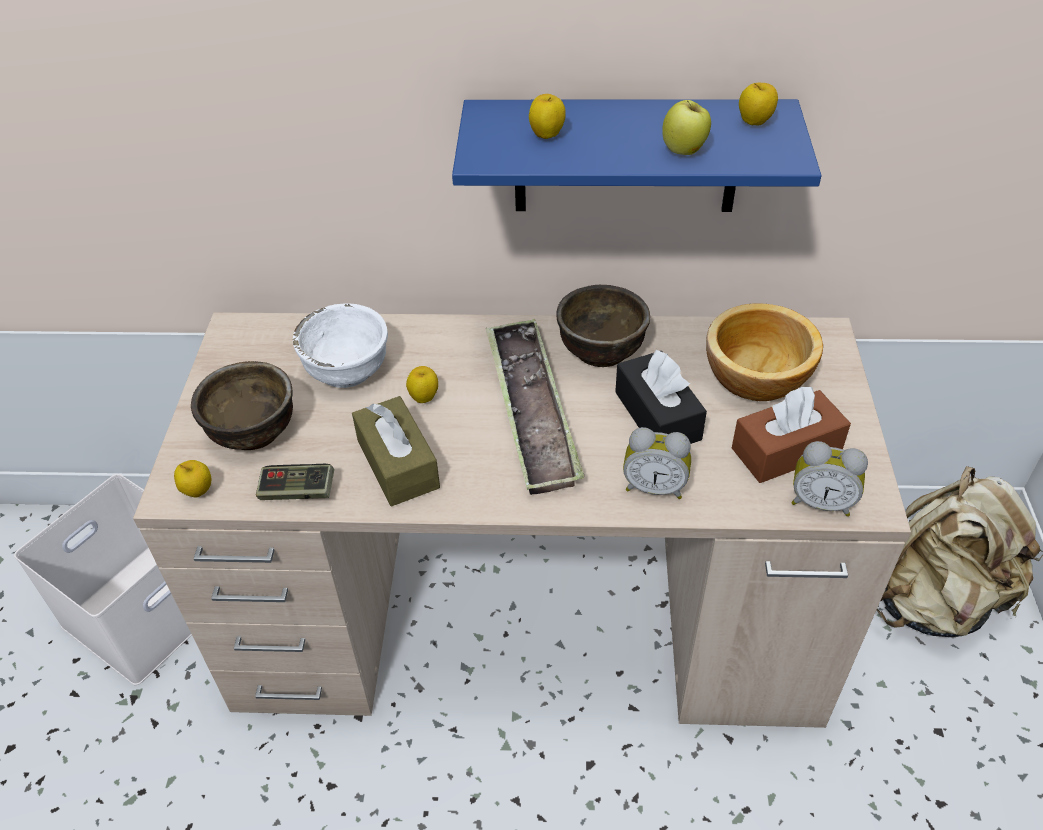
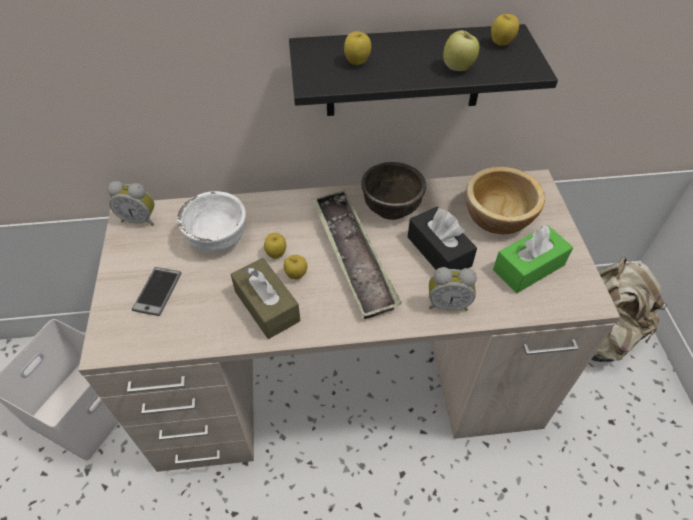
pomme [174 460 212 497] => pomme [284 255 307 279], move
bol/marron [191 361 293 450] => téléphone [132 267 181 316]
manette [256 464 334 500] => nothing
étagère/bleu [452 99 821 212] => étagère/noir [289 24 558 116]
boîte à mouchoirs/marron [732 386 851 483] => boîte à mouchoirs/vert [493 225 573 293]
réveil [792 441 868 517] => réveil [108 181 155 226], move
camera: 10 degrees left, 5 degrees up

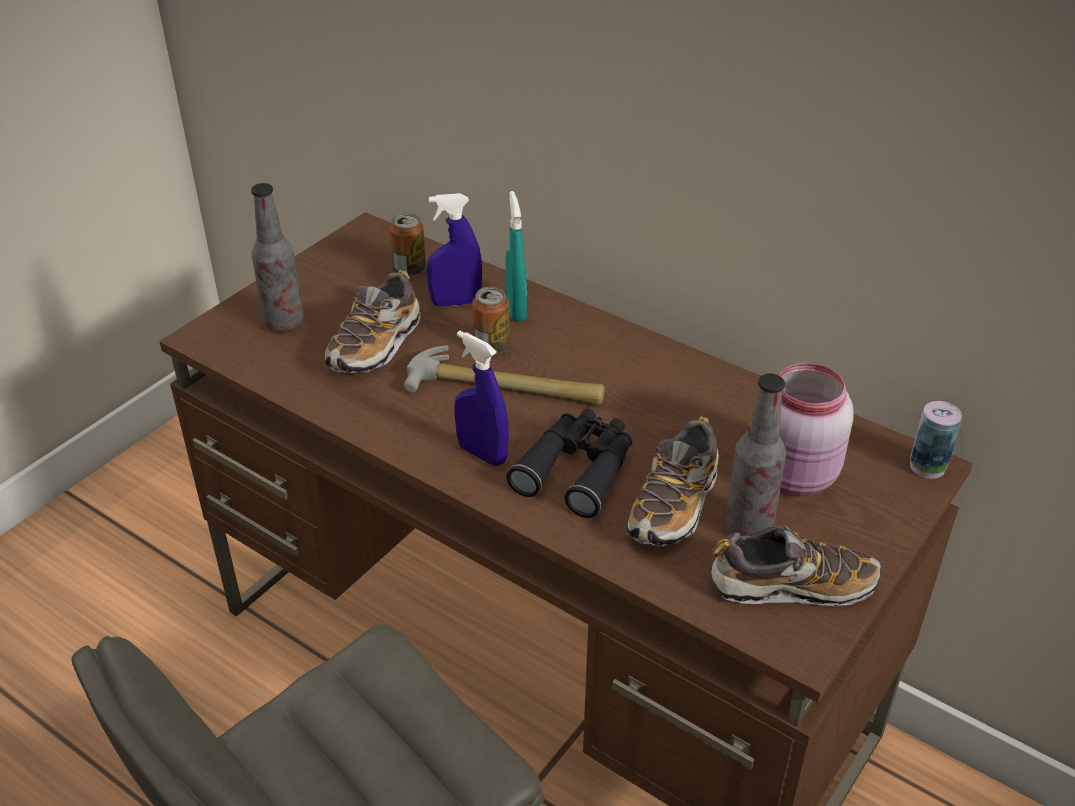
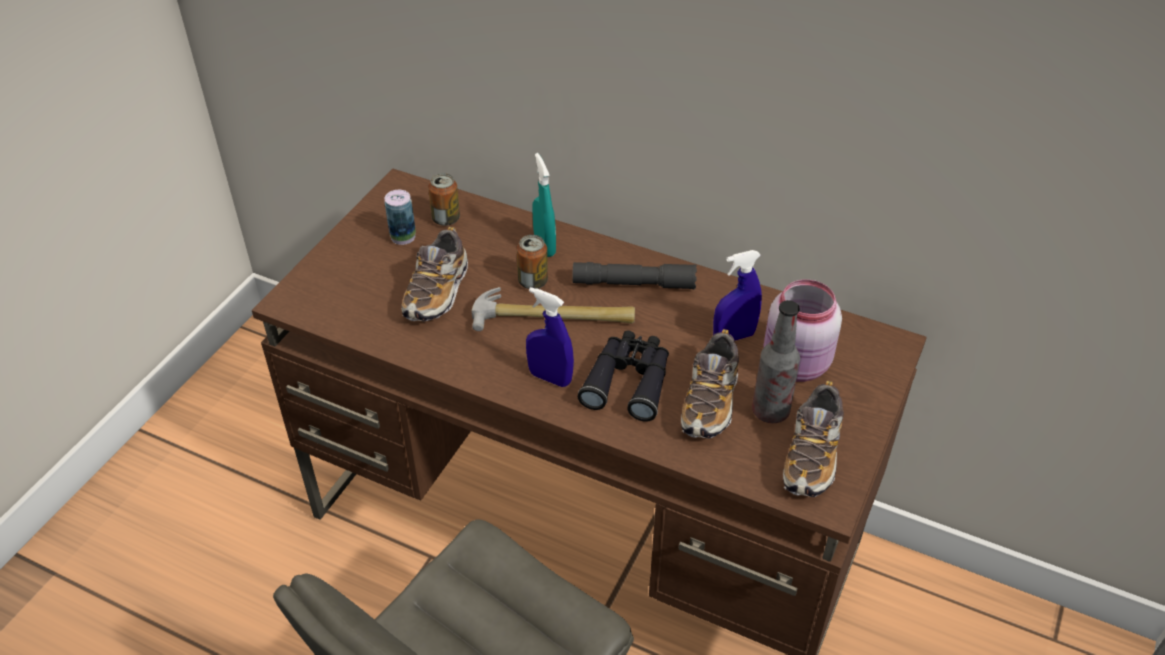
bouteille [251 183 304 332] => nothing
vaporisateur/bleu [426 193 482 307] => vaporisateur/bleu [713 250 762 341], move
chaussure [711 526 881 606] => chaussure [783 381 844 497], 120 degrees clockwise
boîte métallique [910 401 962 479] => boîte métallique [384 190 416 245], move
nothing => lampe de poche/gris [572 262 697 290]
camera: 10 degrees left, 5 degrees up

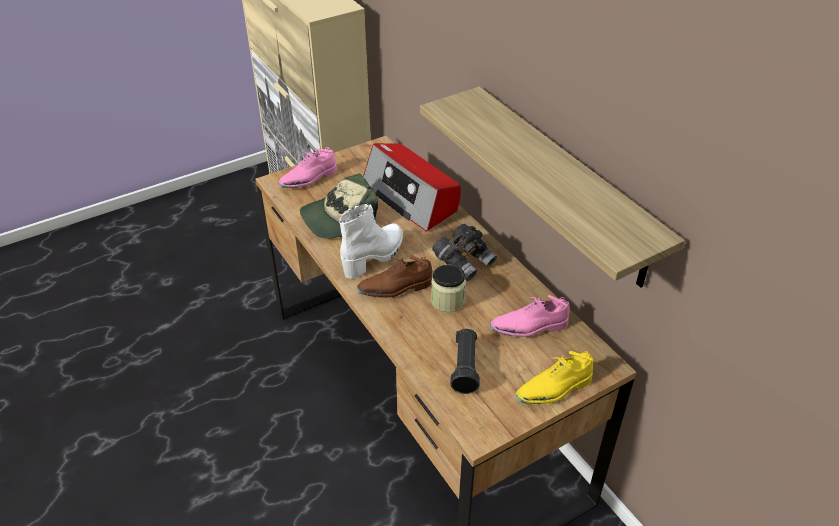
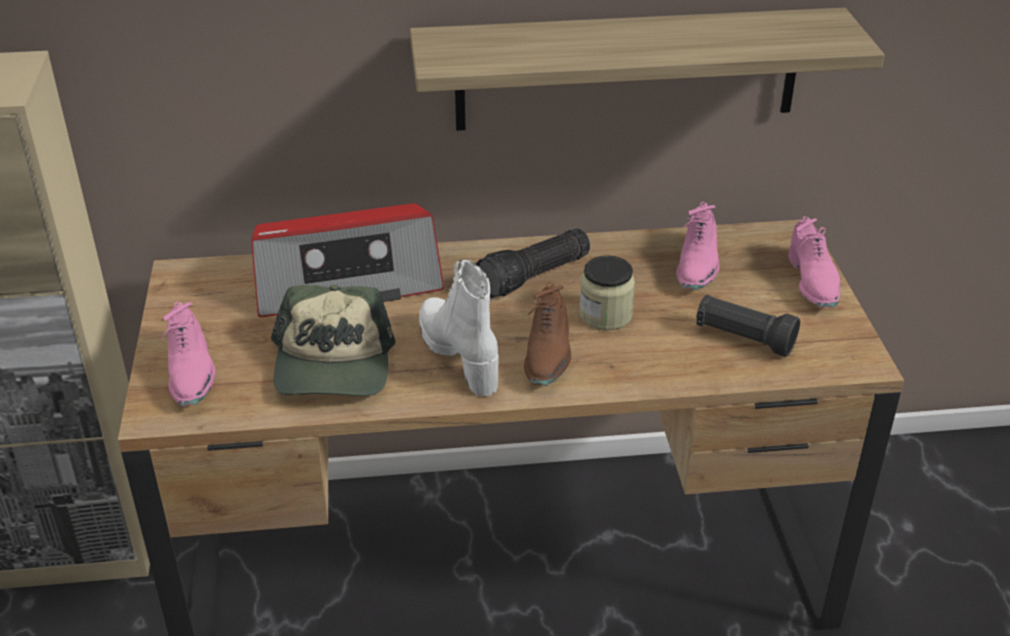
jumelles/gris [432 224 497 281] => lampe de poche [475 229 590 299]
chaussure/jaune [515 351 593 404] => chaussure/rose [788 216 840 308]
camera: 65 degrees left, 5 degrees down

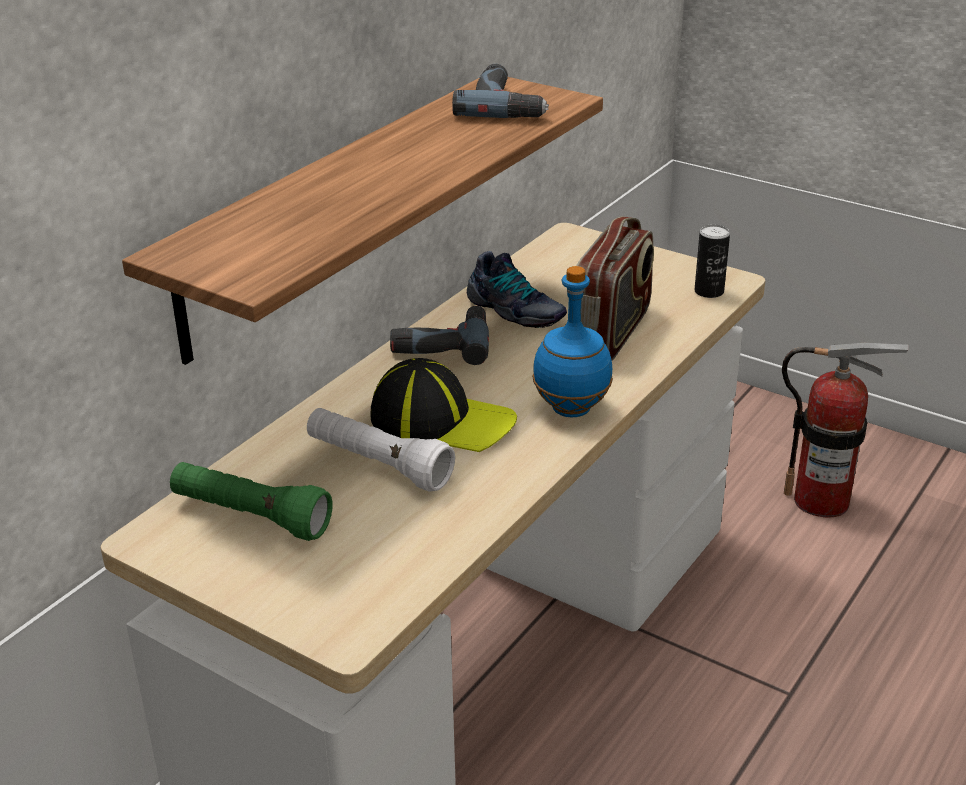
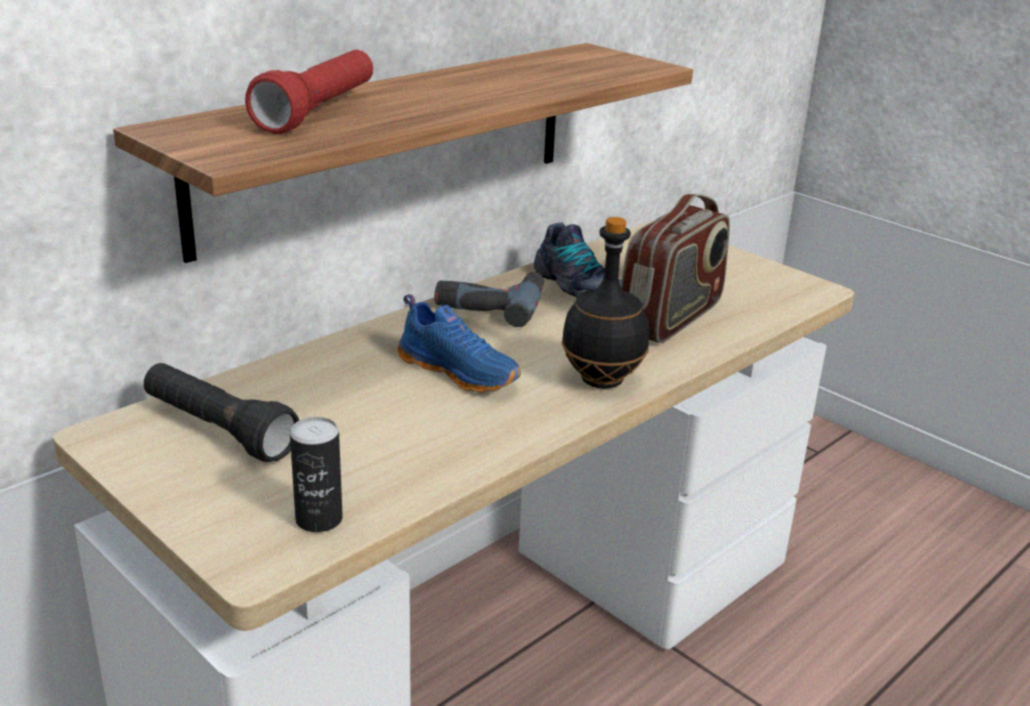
lampe de poche/vert [170 462 333 541] => lampe de poche/noir [144 363 299 462]
lampe de poche/blanc [307 408 455 492] => nothing
casquette [370 358 517 452] => chaussure/bleu [397 294 521 393]
perceuse [452 64 549 118] => nothing
bouteille/bleu [532 266 613 417] => bouteille/noir [561 217 649 389]
boîte métallique [694 224 730 298] => boîte métallique [290 417 343 532], move
extincteur [782 343 909 517] => nothing
nothing => lampe de poche/rouge [245 50 373 134]
camera: 10 degrees right, 5 degrees down

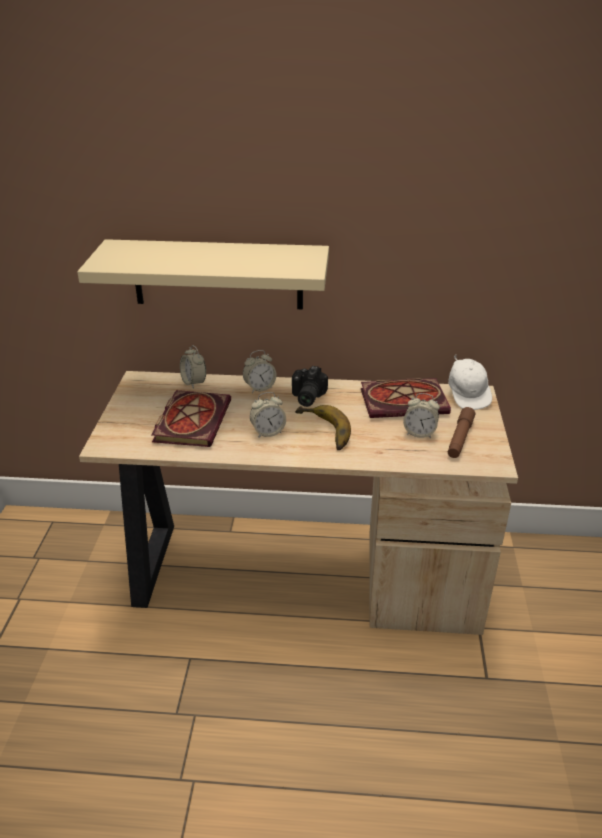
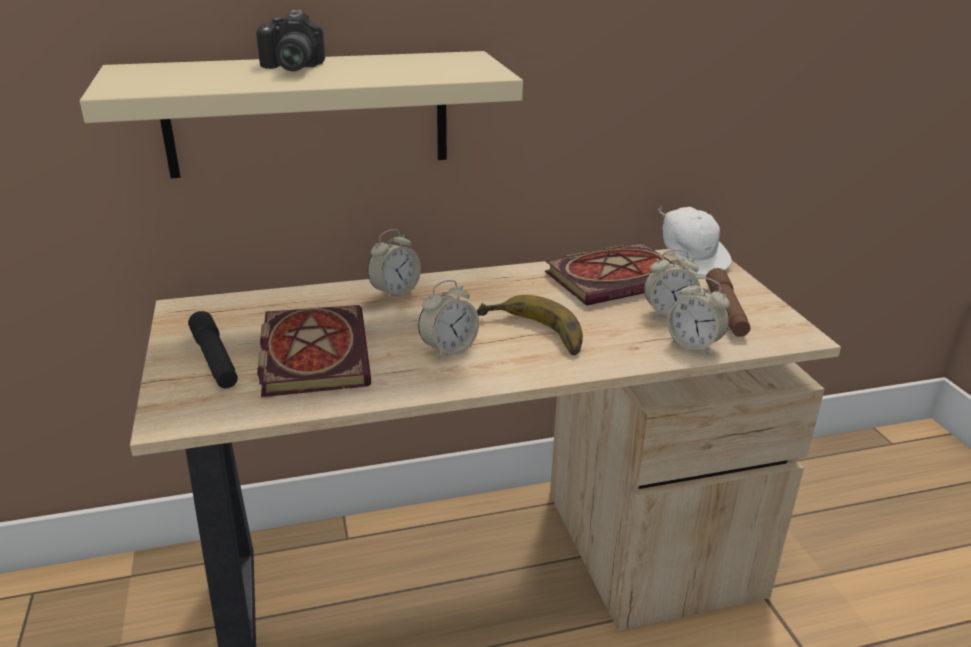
réveil [180 345 206 389] => réveil [667 277 730 355], move
appareil photo [292 366 328 407] => appareil photo [256 10 325 71], move
nothing => lampe de poche/noir [188 311 238 388]
camera: 20 degrees left, 5 degrees down

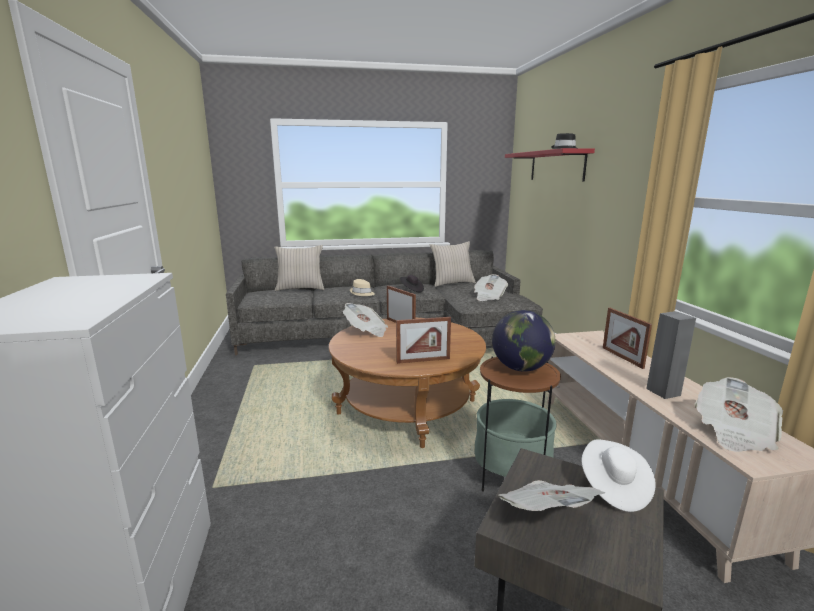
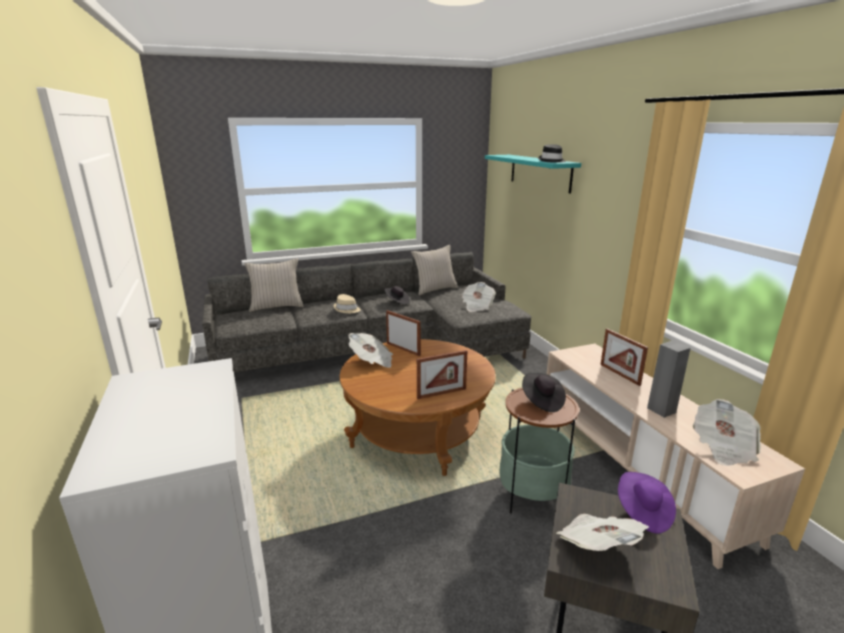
globe [492 310 556 372] => chapeau/noir [522 373 566 412]
étagère/rouge [505 148 595 181] => étagère/turquoise [485 155 581 194]
chapeau/blanc [582 439 656 512] => chapeau/violet [618 472 676 534]
camera: 10 degrees left, 5 degrees up

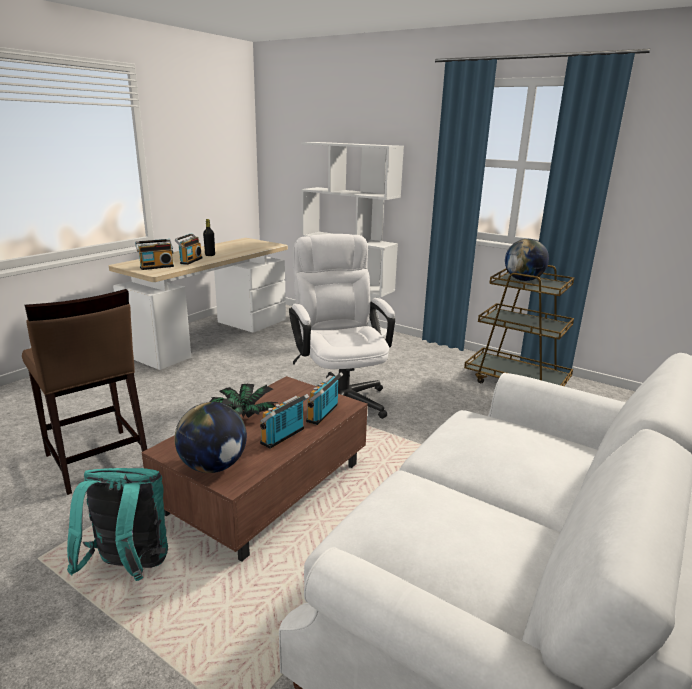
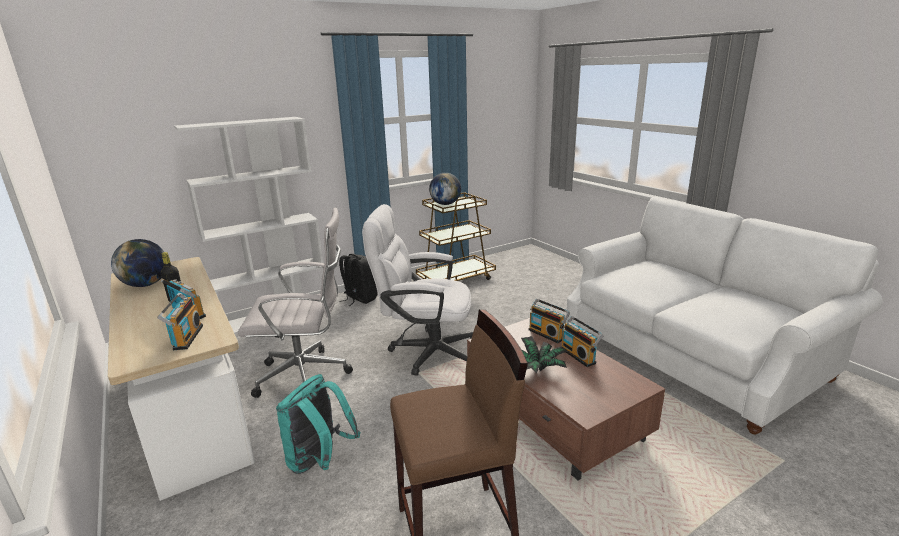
sac à dos/turquoise [67 468 168 581] => sac à dos/turquoise [276 374 360 474], move
globe [174 402 247 473] => globe [111 239 164 287], move
nothing => chaise de bureau/blanc [238 208 353 398]
nothing => sac à dos/noir [339 254 378 306]
camera: 65 degrees left, 0 degrees up

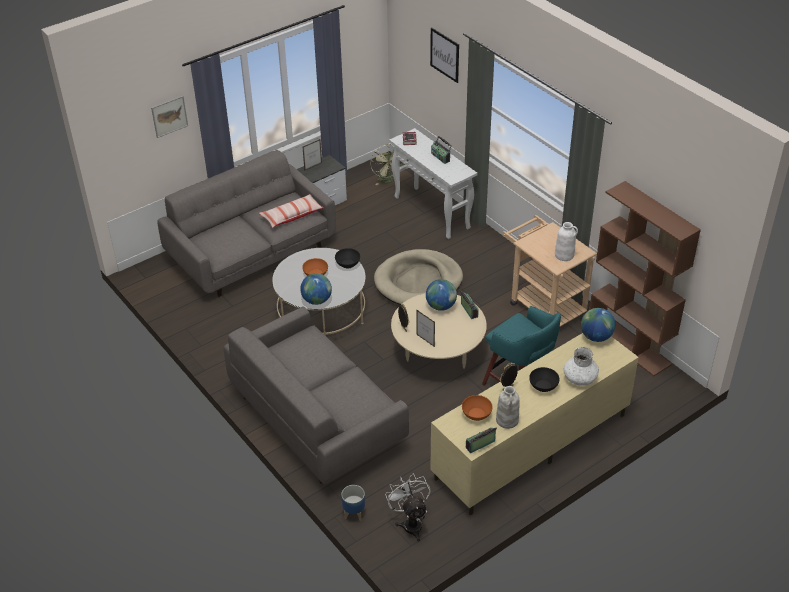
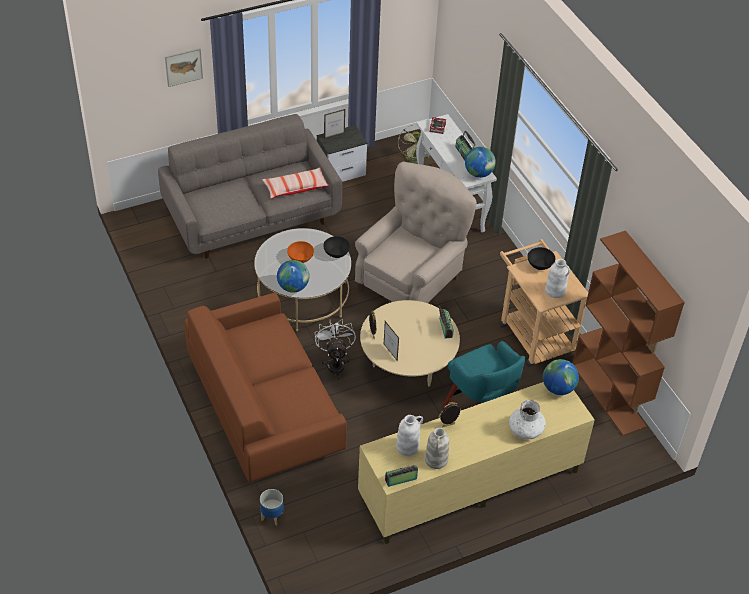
canapé/gris [224 306 409 484] => canapé/marron [184 292 347 482]
panier pour chien/beige [374 249 463 305] => fauteuil/beige [355 162 477 303]
ventilateur/blanc [385 474 431 541] => ventilateur/blanc [315 319 356 380], move
globe [426 279 457 311] => globe [465 147 496 178], move
tableau [430 27 459 83] => nothing
bol/orange [462 395 493 421] => vase/blanc [396 415 423 456]
bol/noir [529 367 559 392] => bol/noir [528 247 555 270], move
camera: 10 degrees right, 5 degrees up

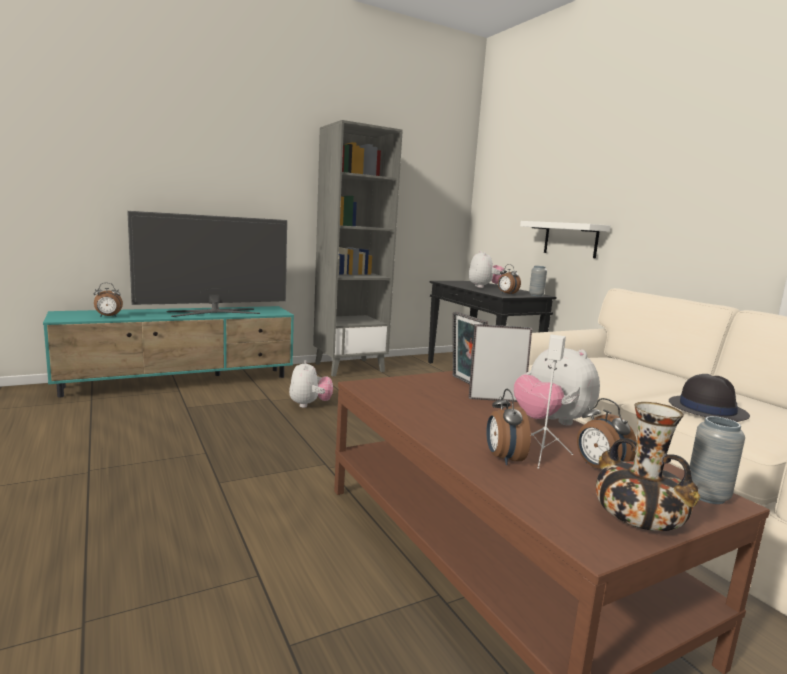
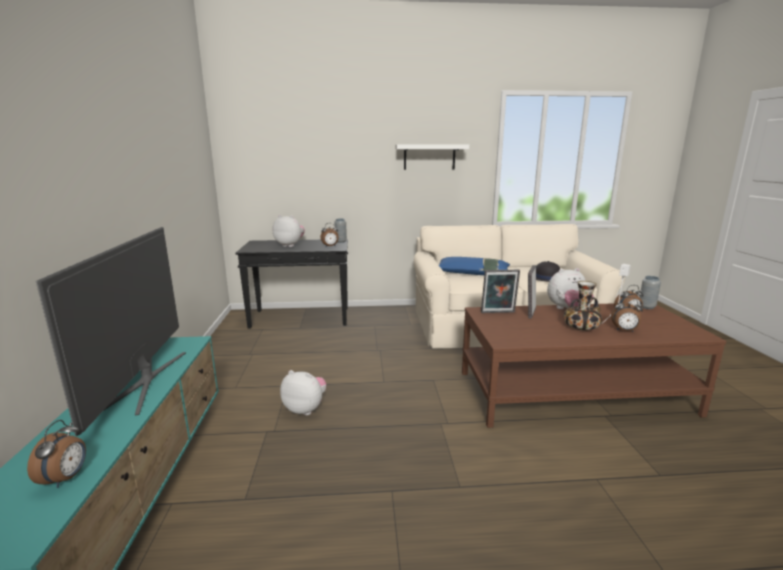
bibliothèque/gris [313 120 403 377] => nothing
étagère/blanc [520 221 611 258] => étagère/blanc [395 144 469 170], move
vase [596 402 700 531] => vase [563 281 602 331], move
nothing => coussin/bleu [439 257 510 275]
camera: 65 degrees left, 5 degrees up

